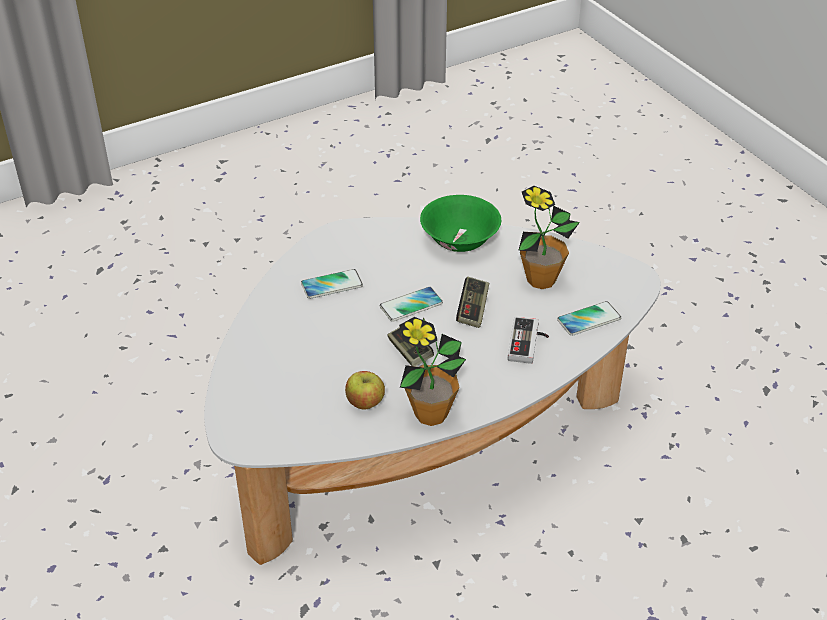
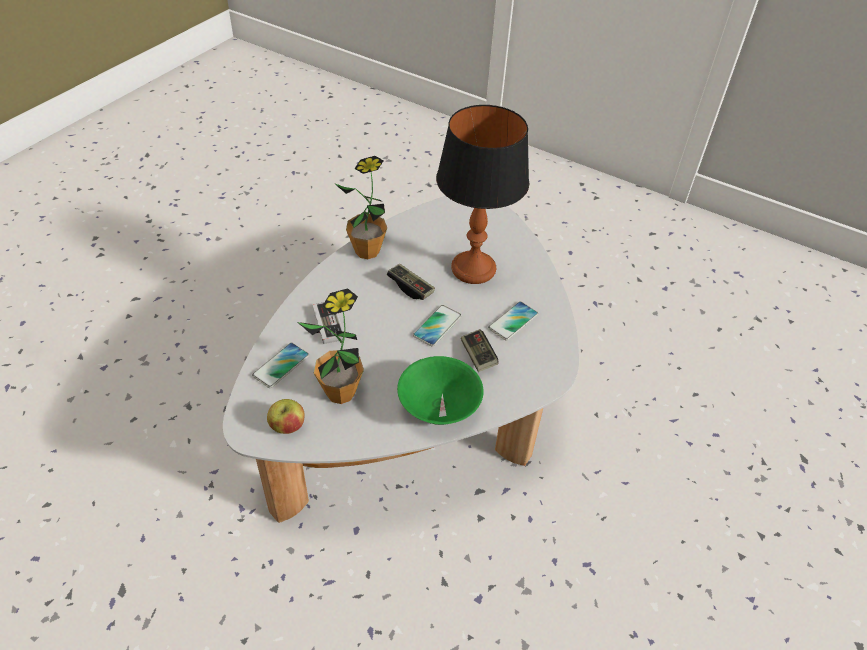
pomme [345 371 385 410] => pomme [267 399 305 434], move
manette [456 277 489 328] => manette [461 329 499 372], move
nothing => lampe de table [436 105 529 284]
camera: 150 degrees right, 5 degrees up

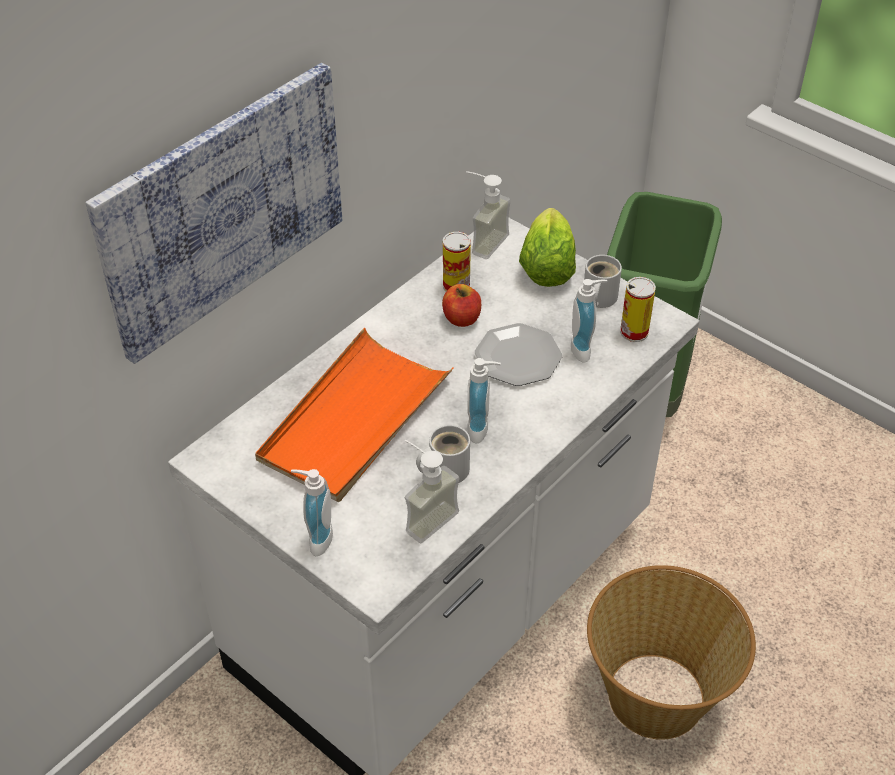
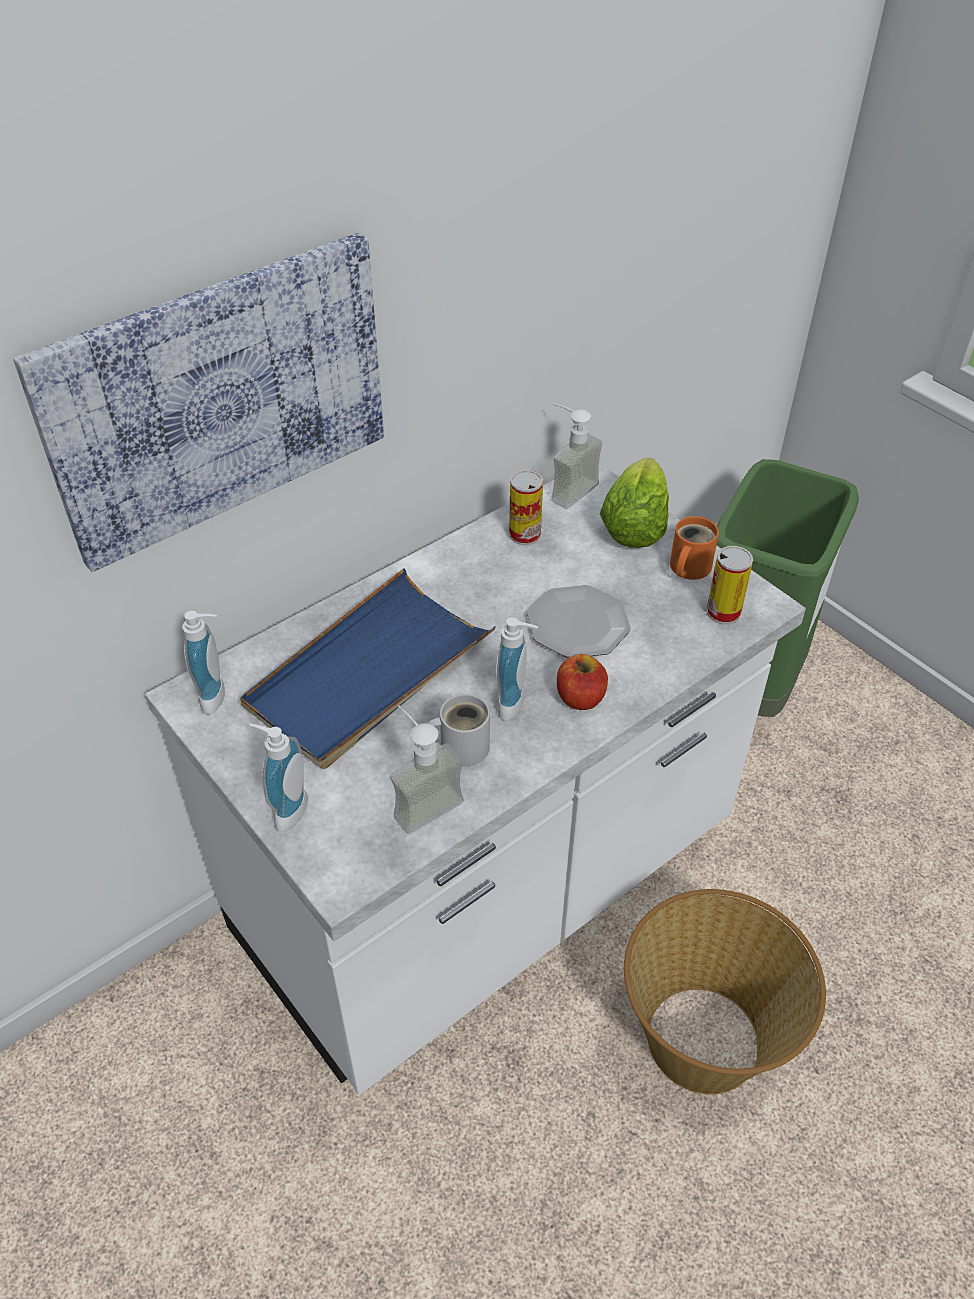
plateau/orange [255 328 453 503] => plateau/bleu [240 568 496 769]
pomme [442 284 481 327] => pomme [557 654 608 710], move
distributeur de savon [571 279 607 363] => distributeur de savon [182 611 225 714], move
mug/blanc [584 255 622 308] => mug/orange [670 516 719 580]
camera: 10 degrees right, 0 degrees up

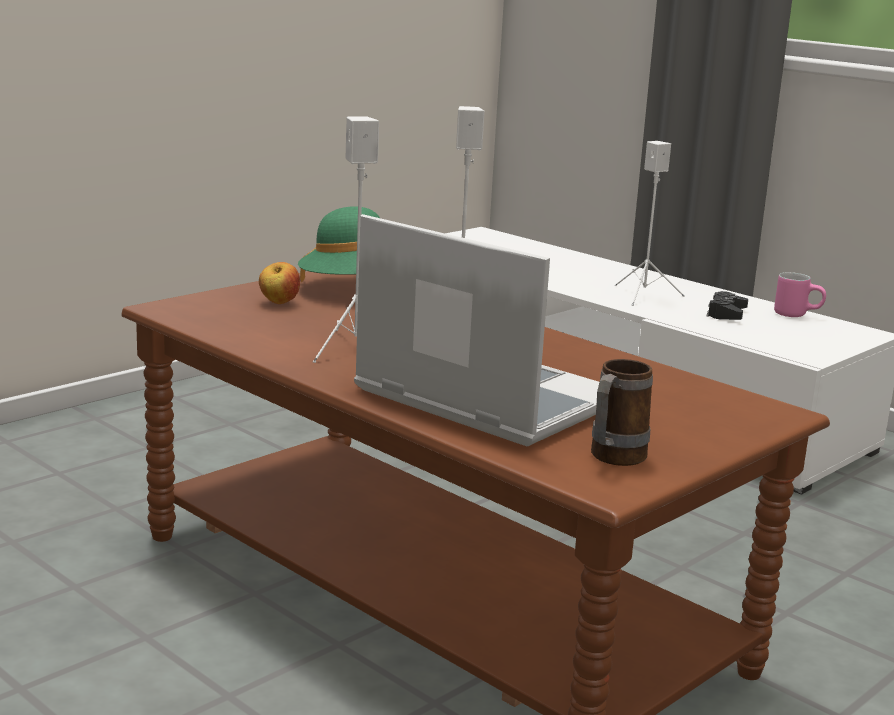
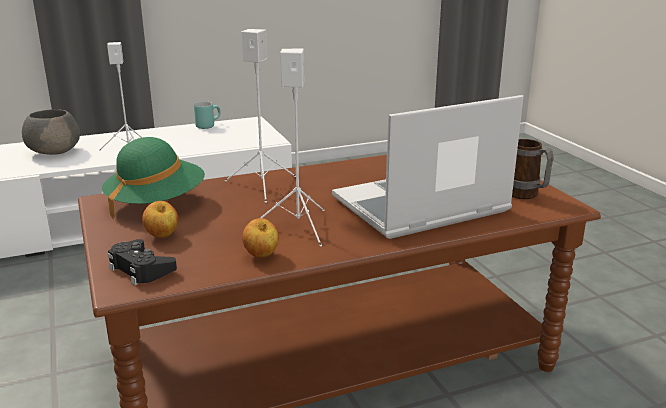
manette/noir [707 291 748 320] => manette/noir [108 239 177 285], move
mug/rose [774 272 826 317] => mug/turquoise [194 102 221 129]
nothing => bol/gris [22 109 80 155]
nothing => pomme [242 218 279 258]
camera: 65 degrees left, 5 degrees up

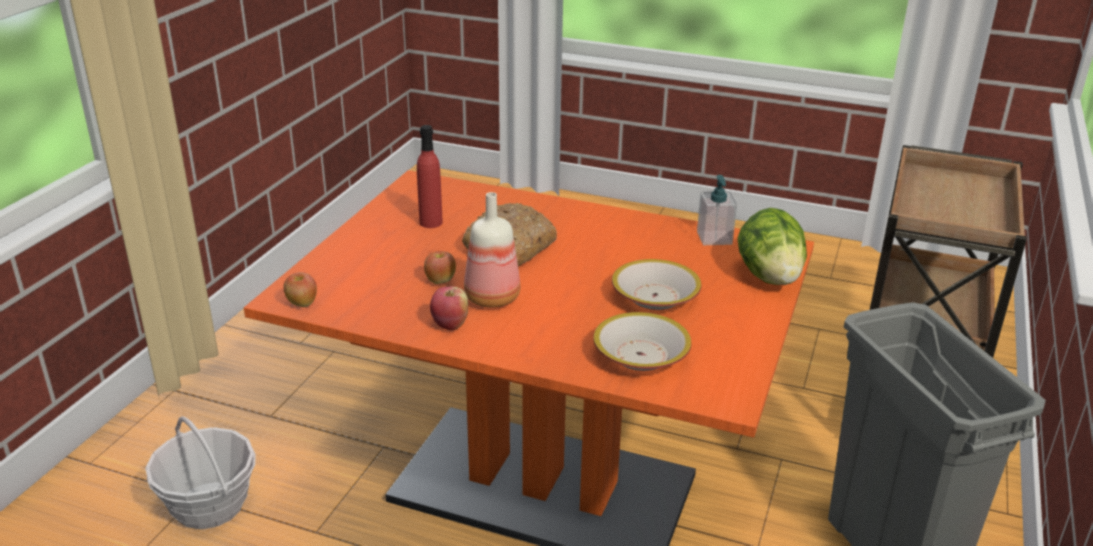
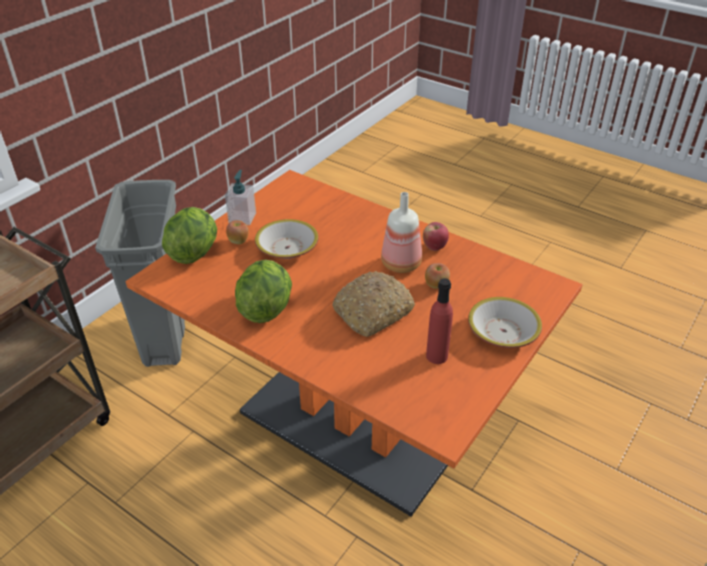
panier [145 416 256 529] => nothing
pomme [284 272 317 307] => pomme [226 220 248 244], move
bol [593 312 692 371] => bol [468 297 542 348], move
distributeur de savon [697 175 737 245] => distributeur de savon [225 170 256 225], move
nothing => laitue [235 260 292 323]
camera: 165 degrees left, 10 degrees up

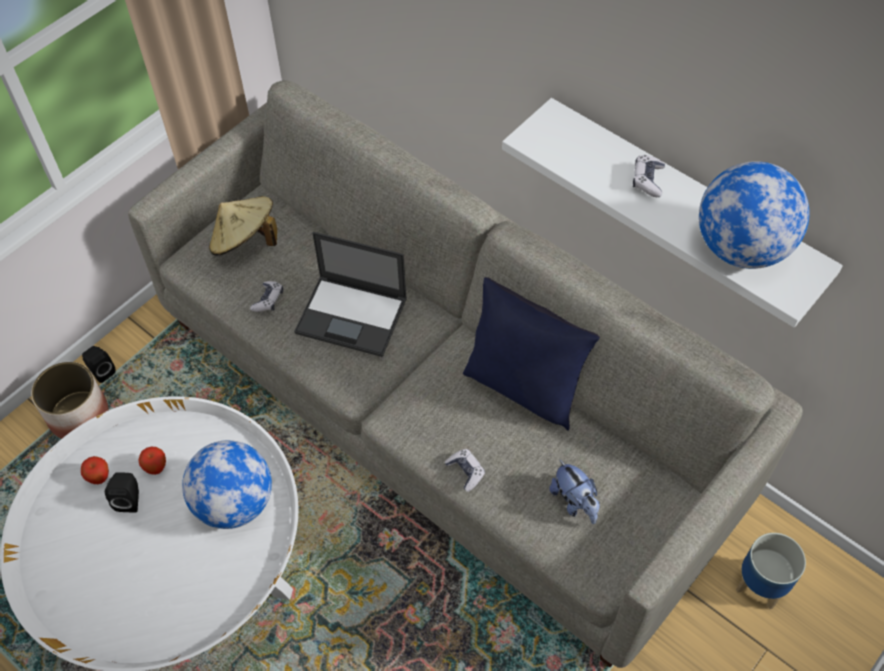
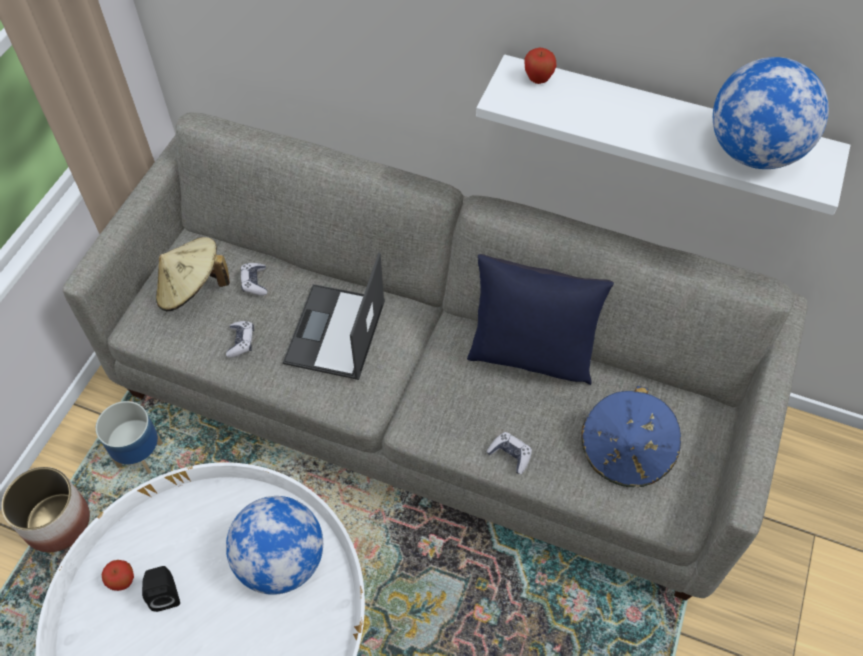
enceinte/noir [82 346 116 383] => nothing
pomme [139 447 166 475] => pomme [524 48 557 84], move
ordinateur portable [294 232 407 357] => ordinateur portable [283 252 385 380], 105 degrees clockwise
peluche [549 460 600 524] => chapeau/bleu [581 386 681 487]
manette [633 155 665 197] => manette [241 263 267 296], move
cache-pot [736 533 806 609] => cache-pot [96 401 163 474], move
camera: 20 degrees left, 0 degrees up

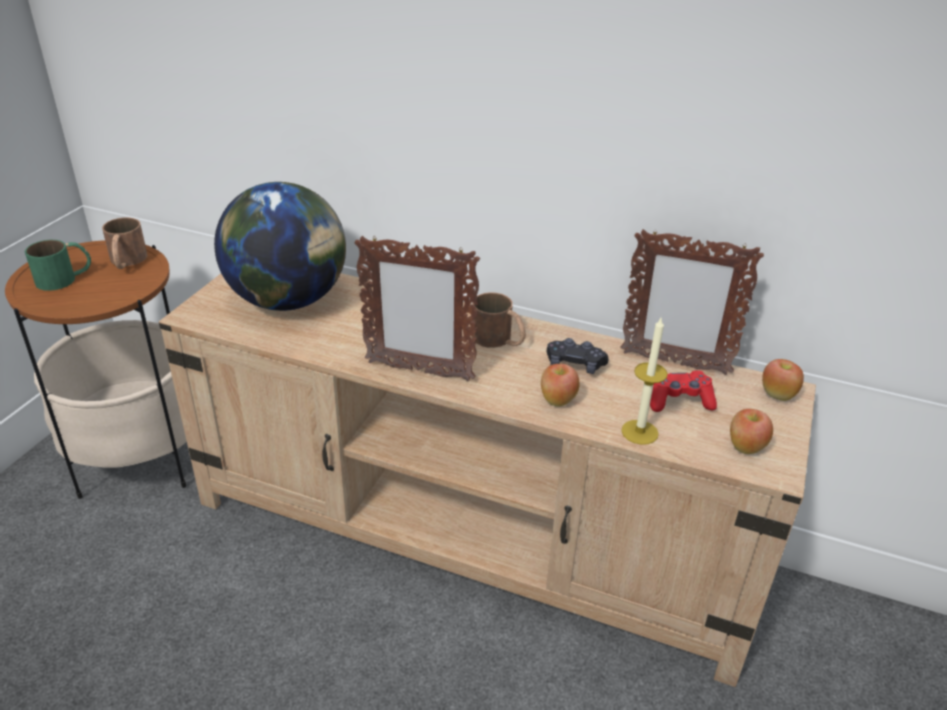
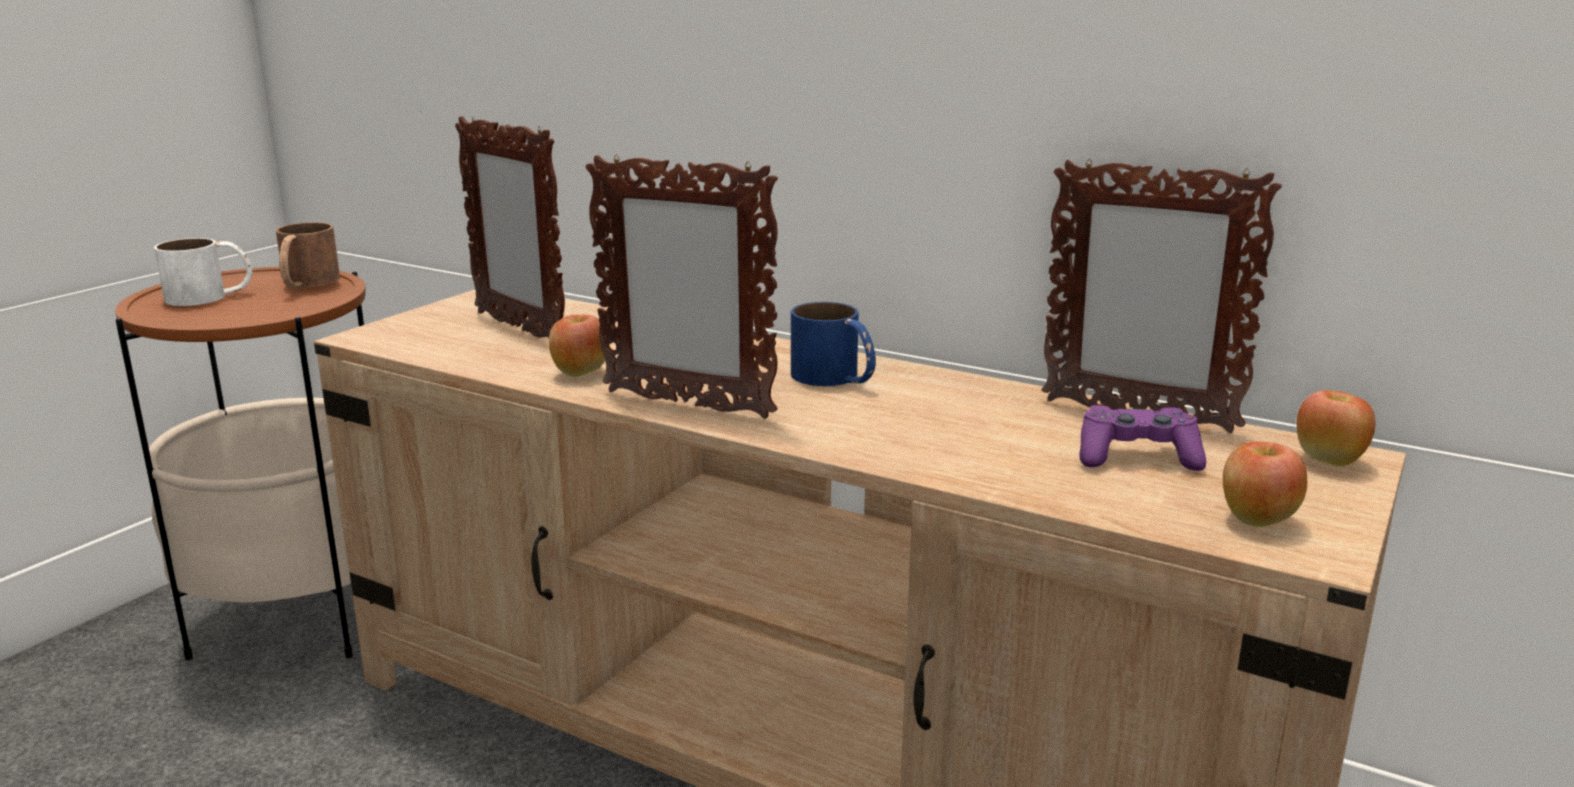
mug/vert [25 240 91 291] => mug/blanc [154 238 252 306]
globe [214 182 346 311] => cadre photo [455 116 565 337]
mug/marron [471 292 526 348] => mug/bleu [791 302 876 386]
pomme [541 364 580 406] => pomme [549 315 606 377], move
manette/noir [547 338 608 374] => nothing
bougie [621 318 668 445] => nothing
manette/rouge [650 370 717 412] => manette/violet [1079 405 1206 471]
camera: 10 degrees right, 15 degrees down

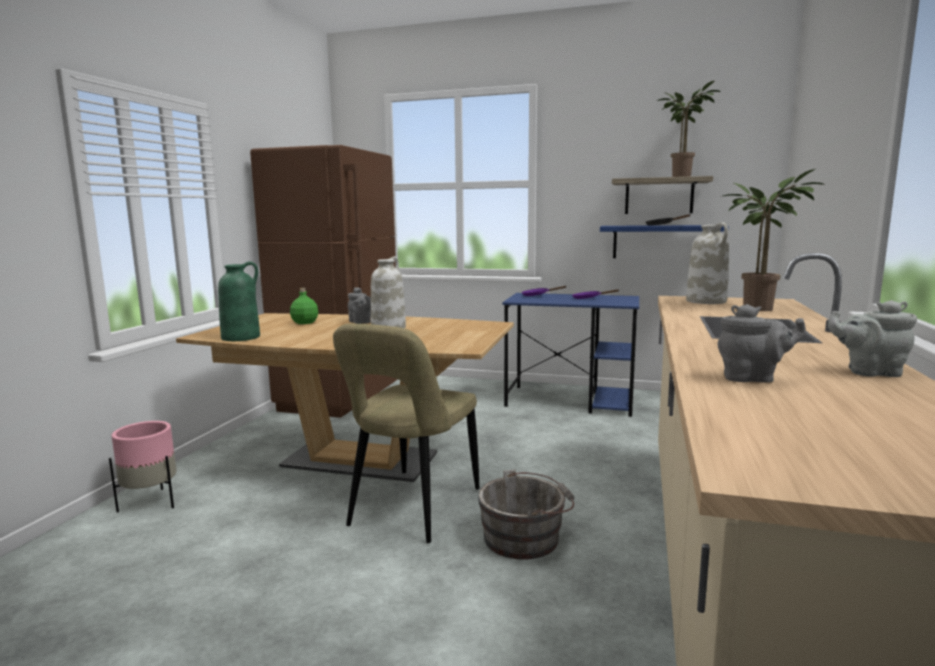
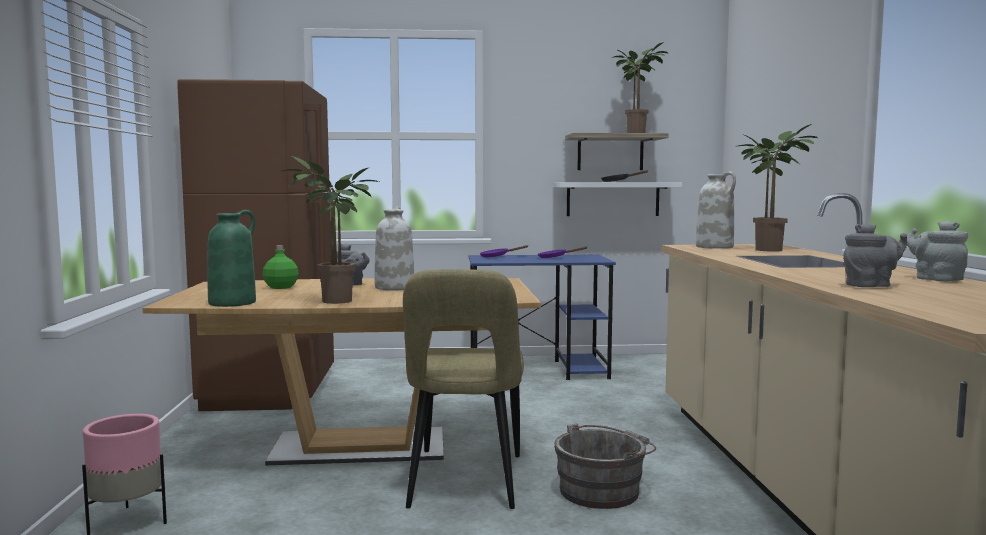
étagère/bleu [600 225 729 258] => étagère/blanc [554 182 682 216]
théière/gris [828 300 917 377] => théière/gris [907 221 968 282], 75 degrees clockwise
nothing => plante en pot [282 156 379 304]
camera: 20 degrees left, 5 degrees down

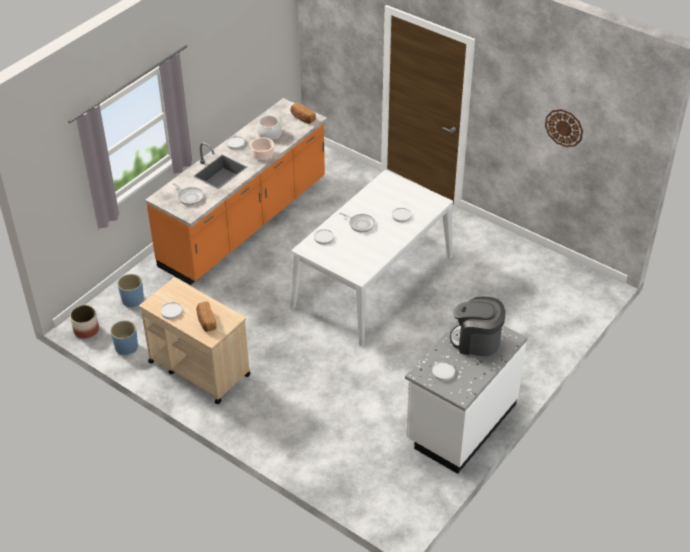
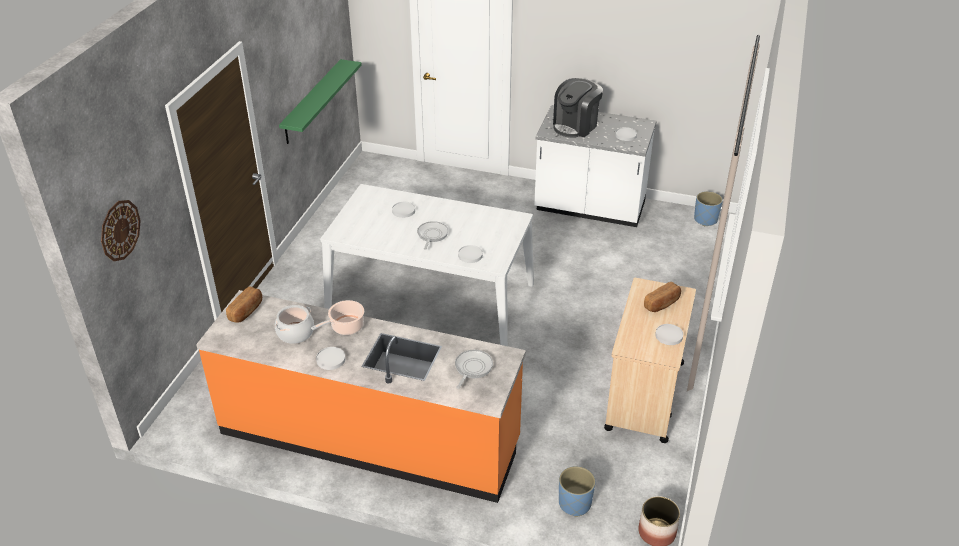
cache-pot/bleu [110 320 138 355] => cache-pot/bleu [694 191 723 226], move
machine à café [450 297 505 356] => machine à café [553 78 603 138], 45 degrees clockwise
horloge murale [545 109 583 147] => horloge murale [101 200 141 261], move
nothing => étagère/vert [279 59 362 144]
camera: 110 degrees left, 5 degrees down

